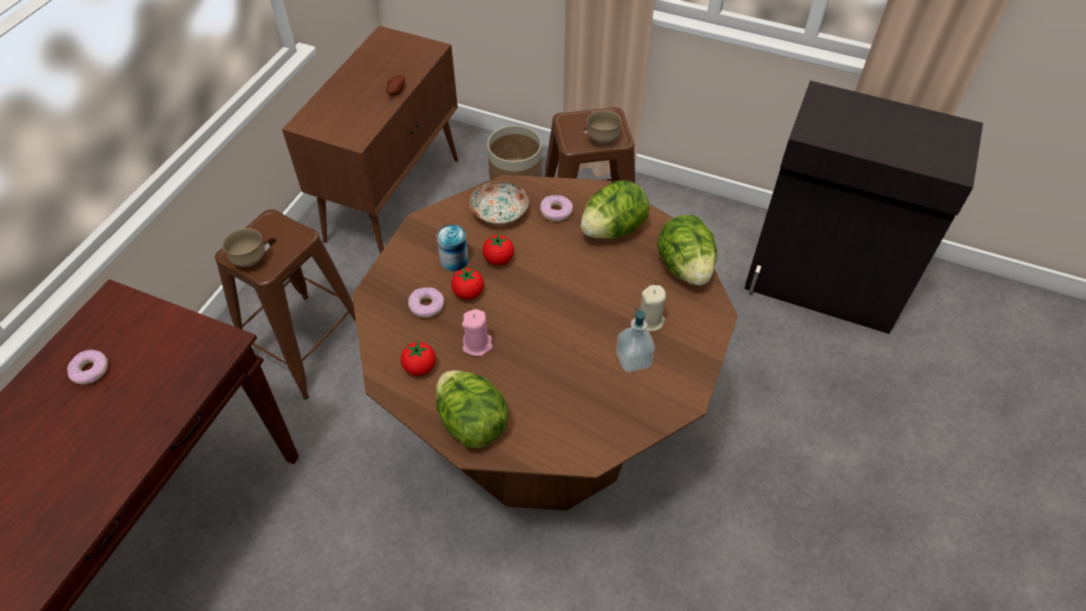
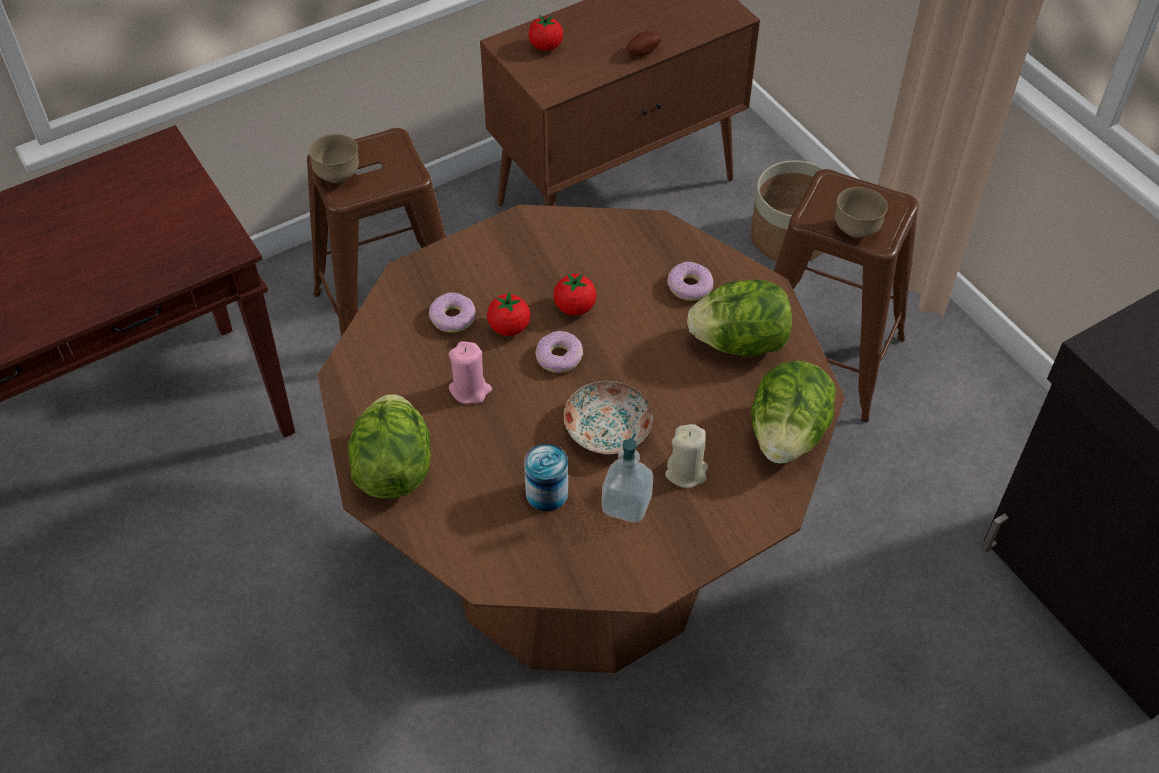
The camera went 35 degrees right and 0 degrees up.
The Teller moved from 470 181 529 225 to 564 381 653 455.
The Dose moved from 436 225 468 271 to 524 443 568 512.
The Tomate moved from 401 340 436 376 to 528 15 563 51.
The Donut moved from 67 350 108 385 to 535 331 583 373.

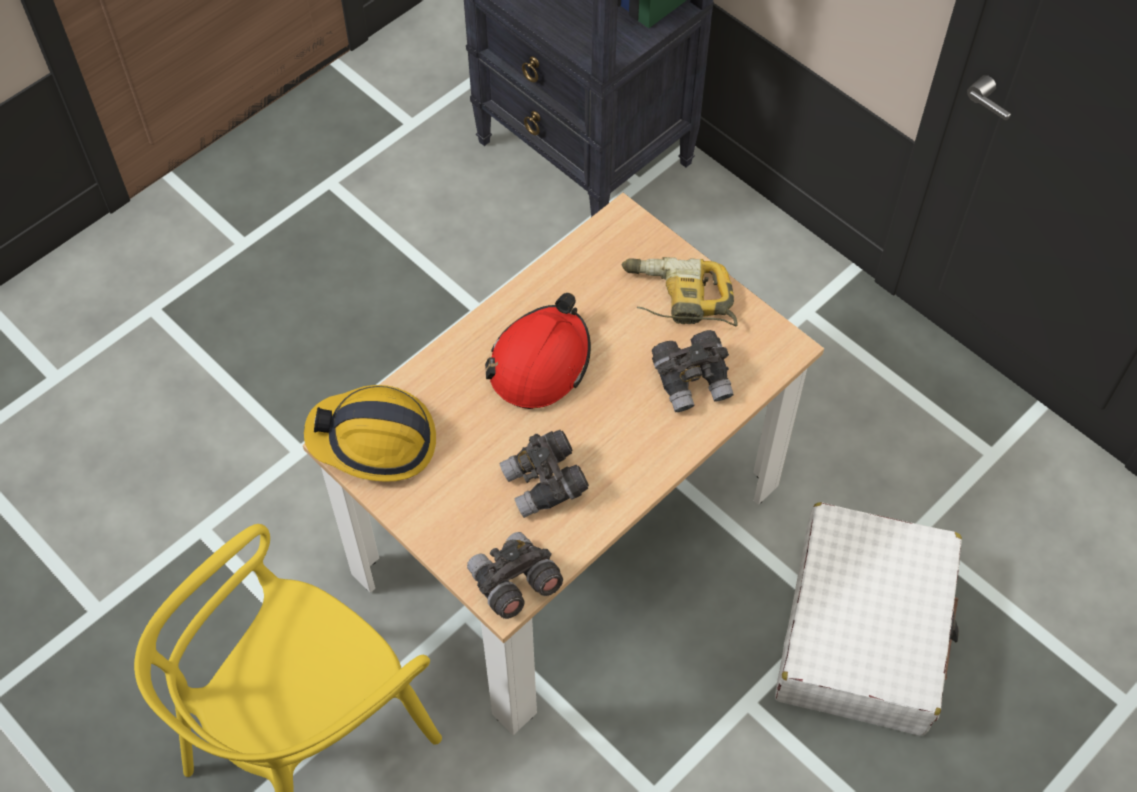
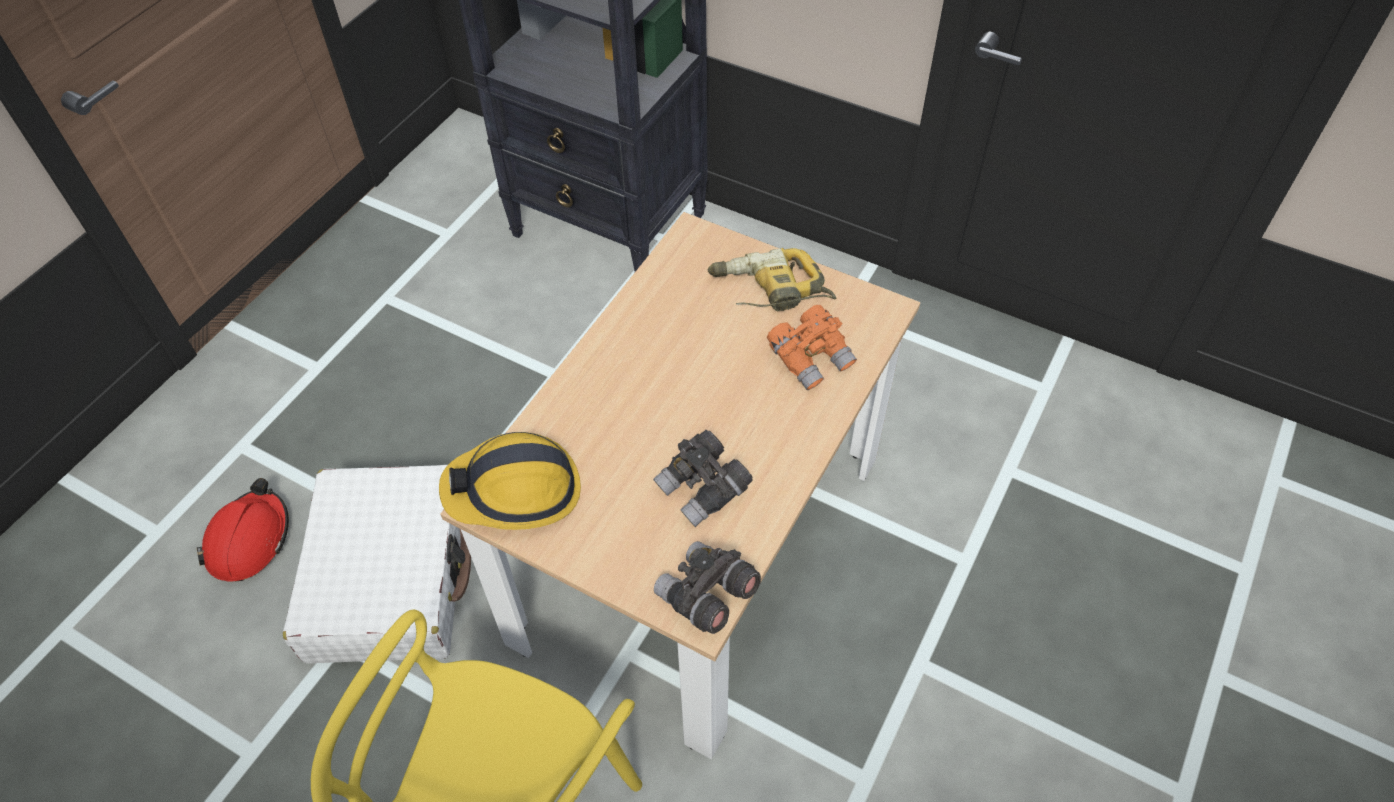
The camera went 15 degrees left and 5 degrees down.
The Schutzhelm (rot) moved from 485 293 591 409 to 197 478 289 581.
The Fernglas (grau) at 652 330 734 412 became the Fernglas (orange) at 767 305 857 390.
The Koffer (weiß) moved from 775 502 962 736 to 283 465 471 663.

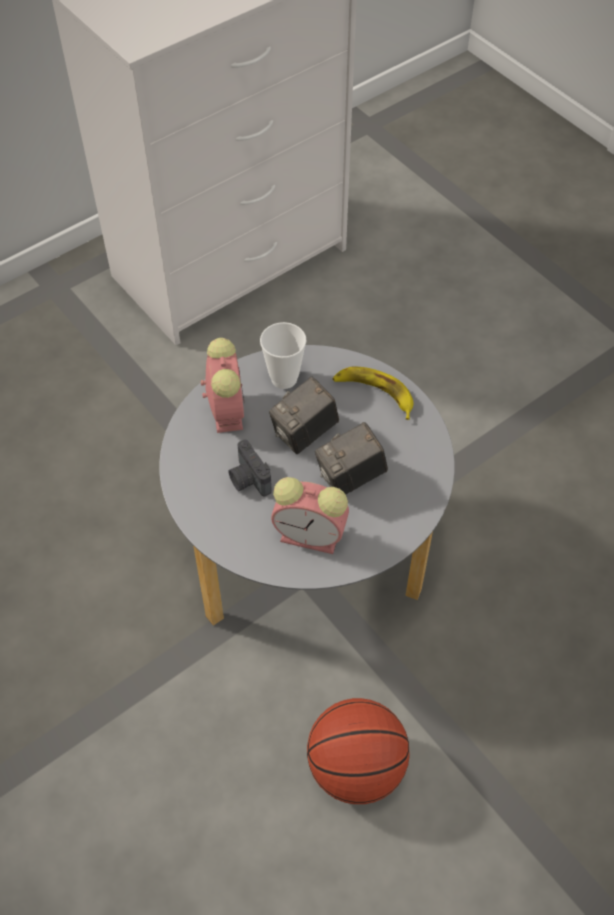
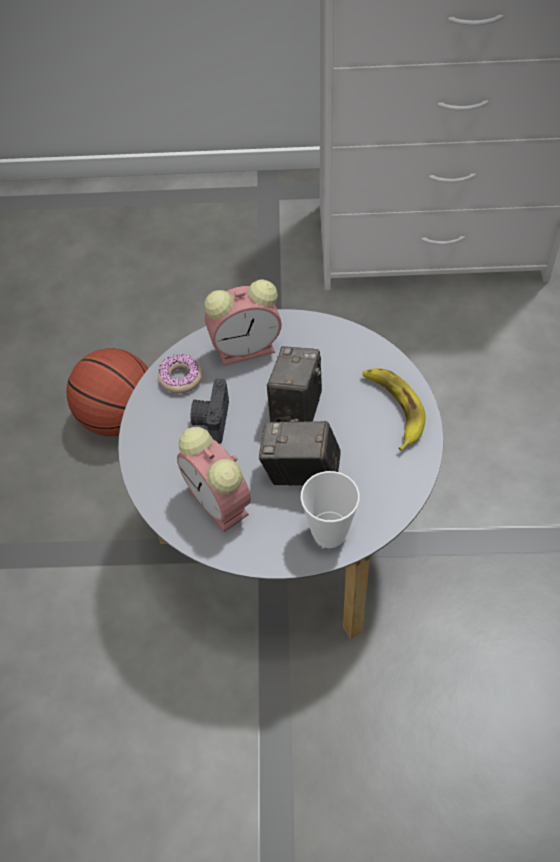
The camera went 40 degrees right and 0 degrees up.
The Tasse moved from 260 322 306 389 to 301 471 360 548.
The Wecker at 201 338 244 433 turned 45 degrees clockwise.
The Kamera at 269 377 339 454 turned 105 degrees clockwise.
The Basketball moved from 307 698 410 804 to 67 348 149 436.
The Donut at 158 355 203 394 appeared.

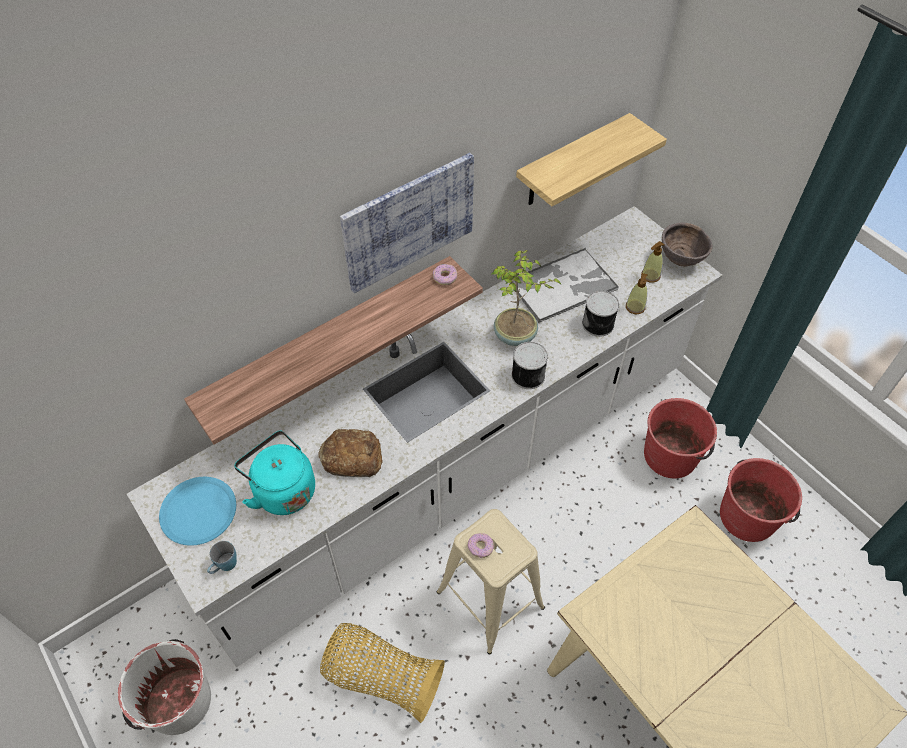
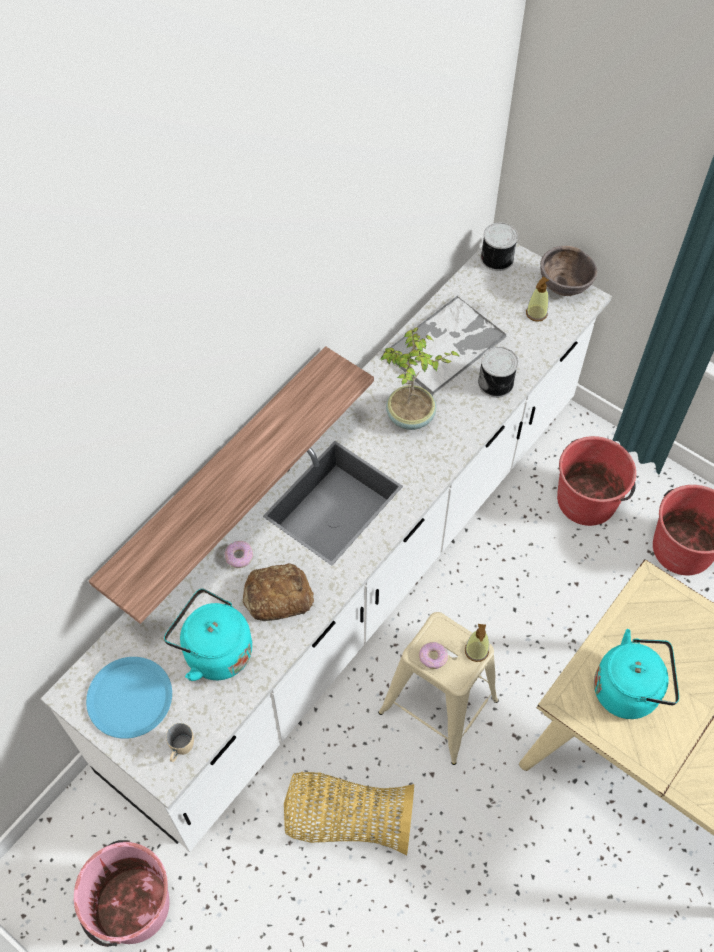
The camera went 15 degrees left and 5 degrees up.
The Wandregal at 516 113 667 206 disappeared.
The Bild at 340 153 474 293 disappeared.
The Donut moved from 433 264 457 285 to 224 541 253 568.
The Seifenspender moved from 626 273 648 314 to 465 624 489 662.
The Dose moved from 511 342 548 389 to 481 223 518 271.
The Henkelbecher (blau) at 207 541 237 574 became the Henkelbecher (beige) at 166 723 194 762.
The Eimer (weiß) at 118 639 211 735 became the Eimer (rosa) at 74 840 170 947.
The Wasserkessel (türkis) at 594 629 679 719 appeared.

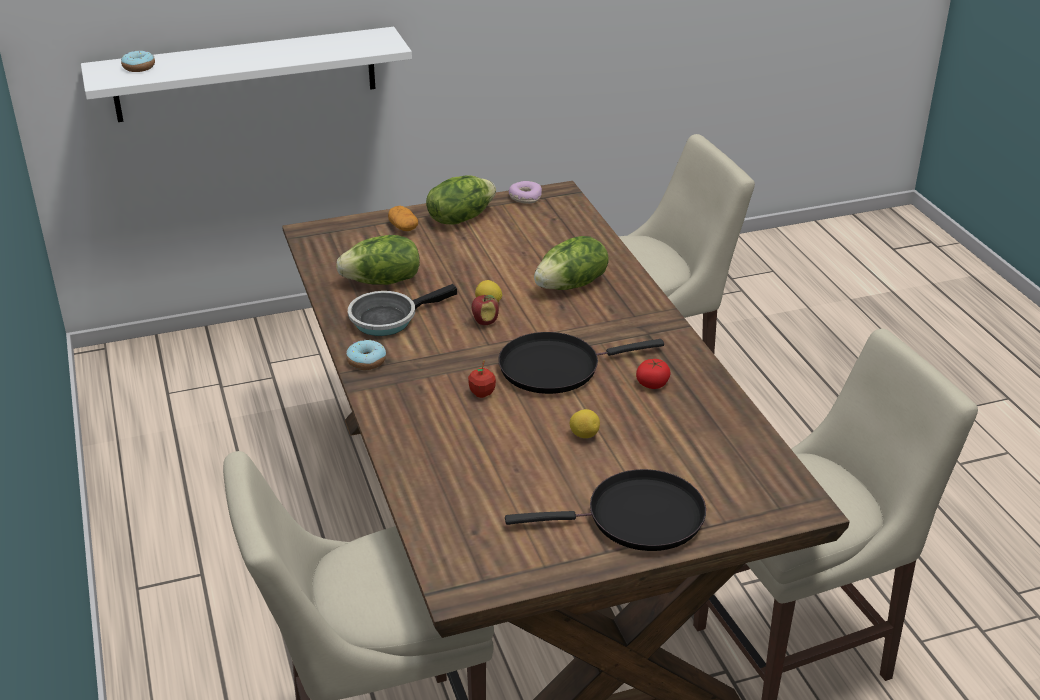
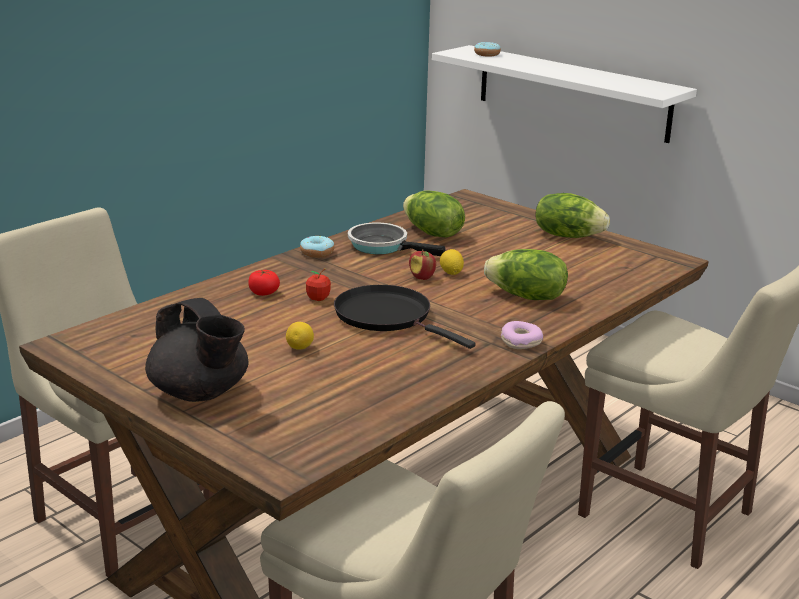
The camera went 60 degrees right and 10 degrees down.
The Donut moved from 509 181 542 204 to 501 321 543 349.
The Kartoffel at 388 206 418 231 disappeared.
The Tomate moved from 636 359 671 389 to 248 270 280 296.
The Pfanne (schwarz) at 505 469 706 551 was replaced by the Teekanne (schwarz) at 145 298 249 402.

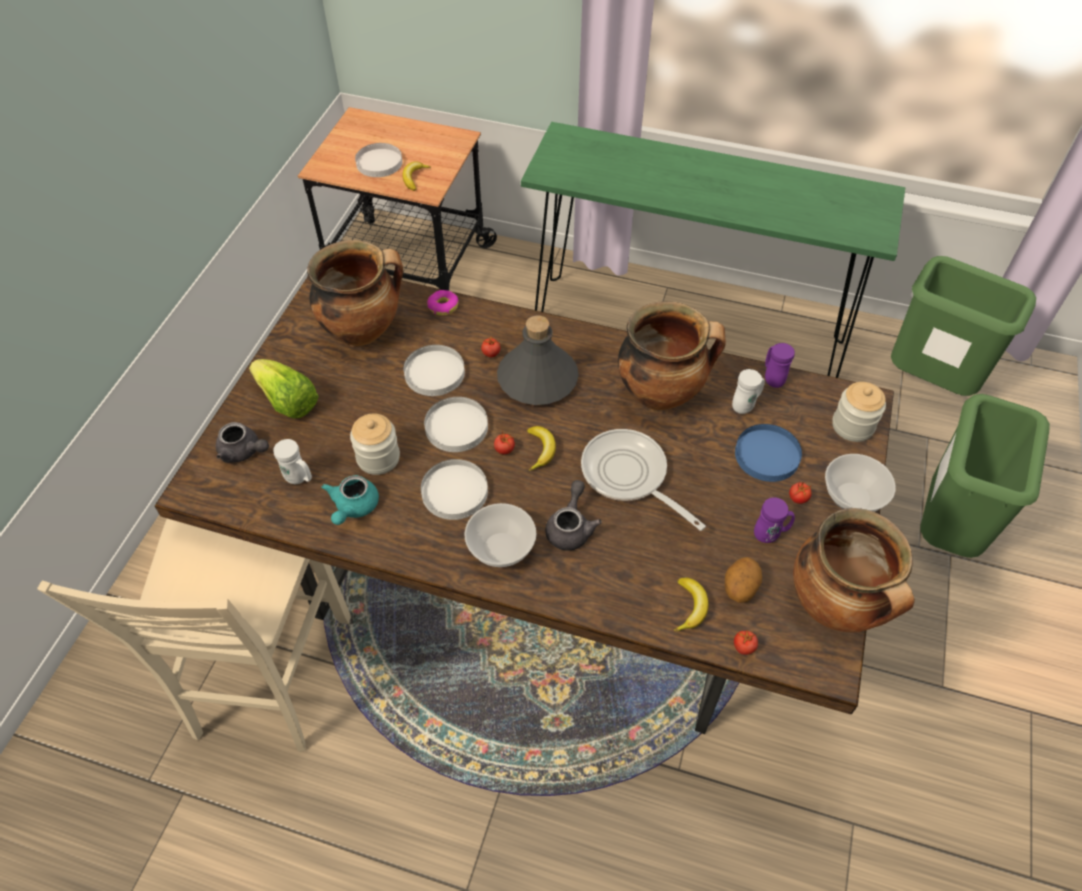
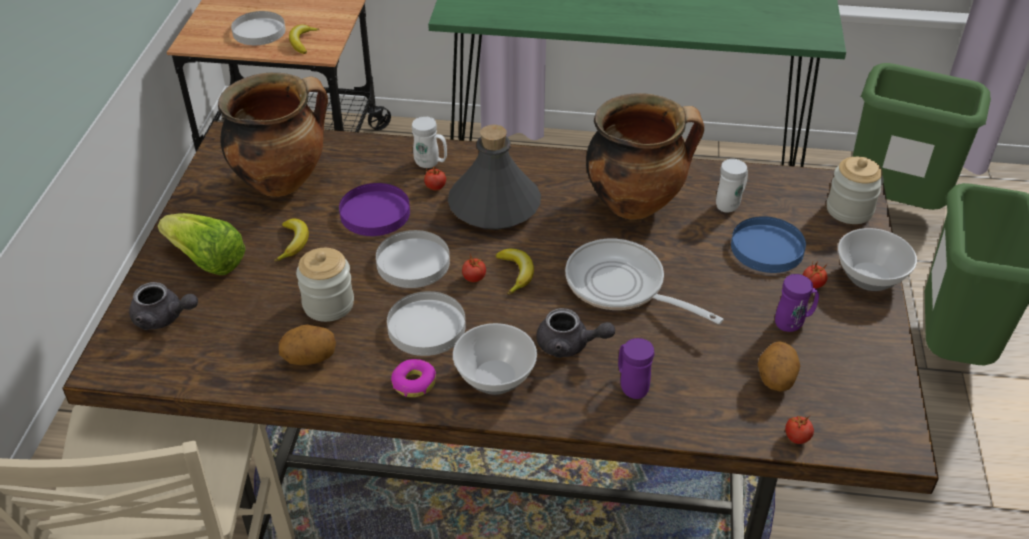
The camera went 10 degrees left and 10 degrees down.
The Donut moved from 427 290 459 316 to 391 359 436 397.
The Henkelbecher (lila) moved from 765 343 795 388 to 618 338 654 399.
The Teller (weiß) at 404 345 465 396 became the Teller (lila) at 339 183 410 236.
The Henkelbecher (weiß) moved from 273 439 312 484 to 412 116 447 168.
The Teekanne (türkis) at 322 475 379 525 was replaced by the Kartoffel at 279 325 336 365.
The Teekanne (grau) at 545 480 602 551 turned 105 degrees clockwise.
The Kochtopf at 793 508 915 633 disappeared.
The Banane moved from 674 578 709 631 to 274 219 309 262.

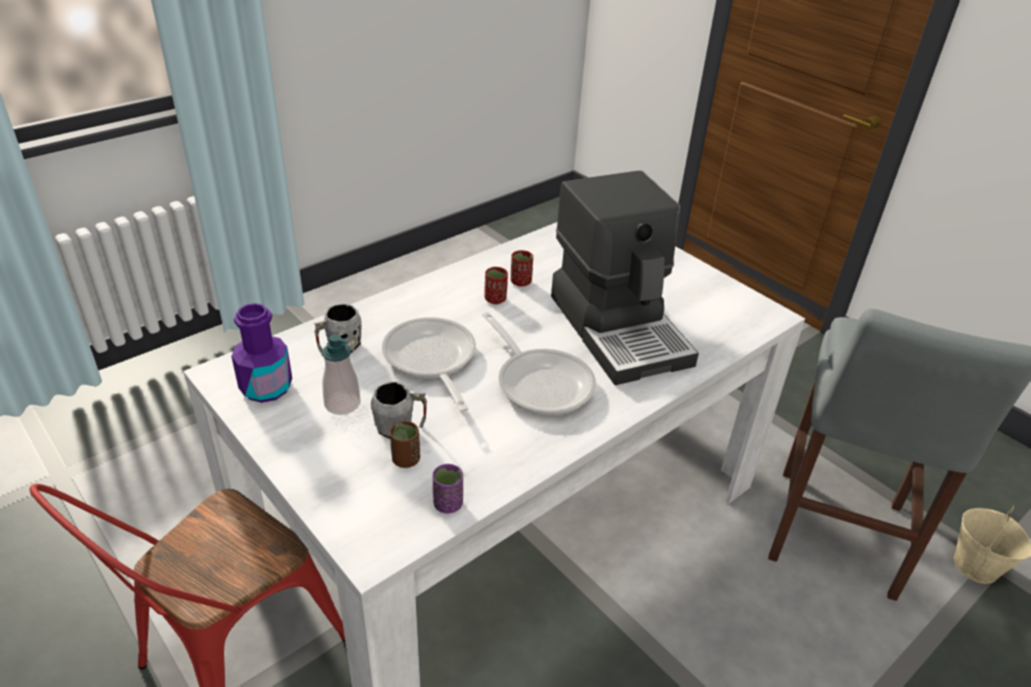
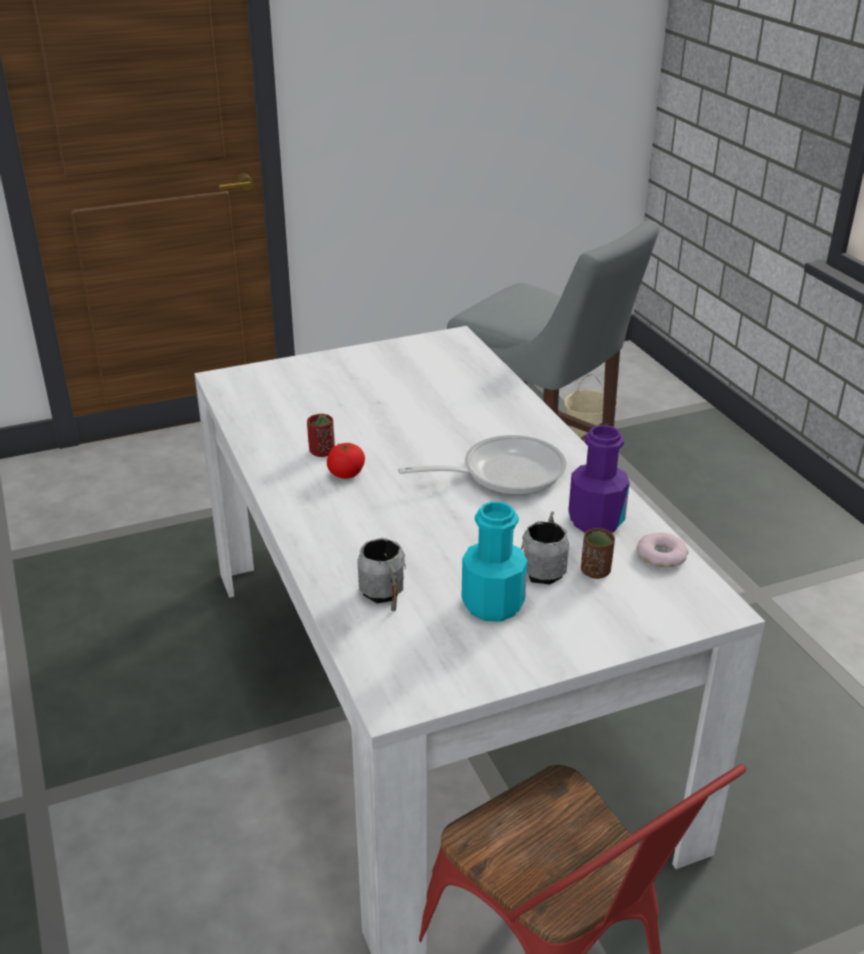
The camera went 70 degrees left and 5 degrees down.
The Kaffeemaschine at 551 170 699 385 disappeared.
The Tasse (rot) at 484 267 508 304 was replaced by the Tomate at 327 443 365 479.
The Flasche (lila) moved from 231 303 292 403 to 568 425 630 533.
The Pfanne at 382 317 476 412 disappeared.
The Seifenspender at 322 334 361 415 was replaced by the Flasche (türkis) at 462 501 528 622.
The Tasse (lila) at 432 464 463 513 was replaced by the Donut at 636 532 689 567.

